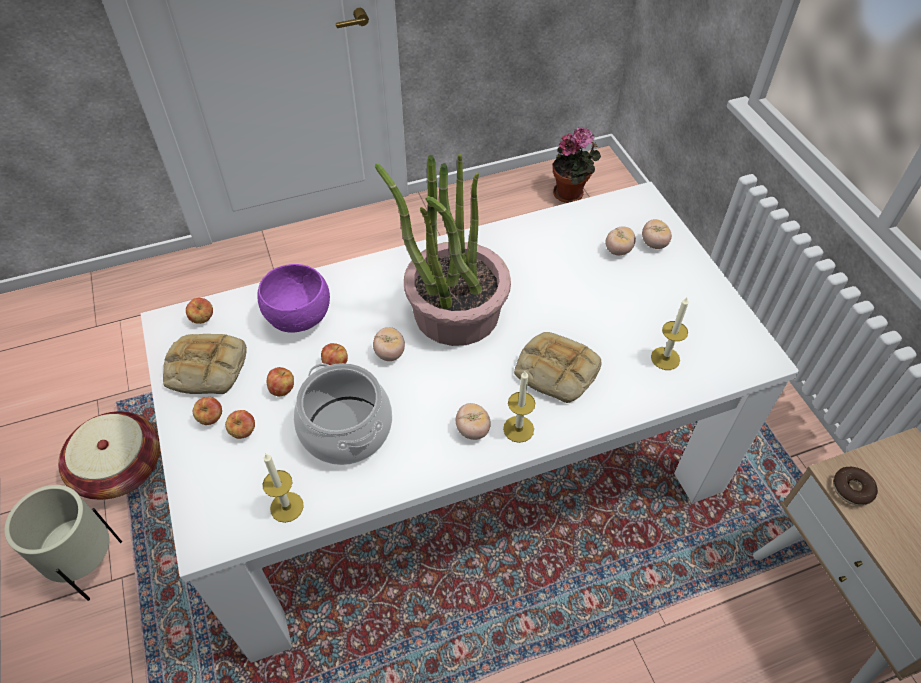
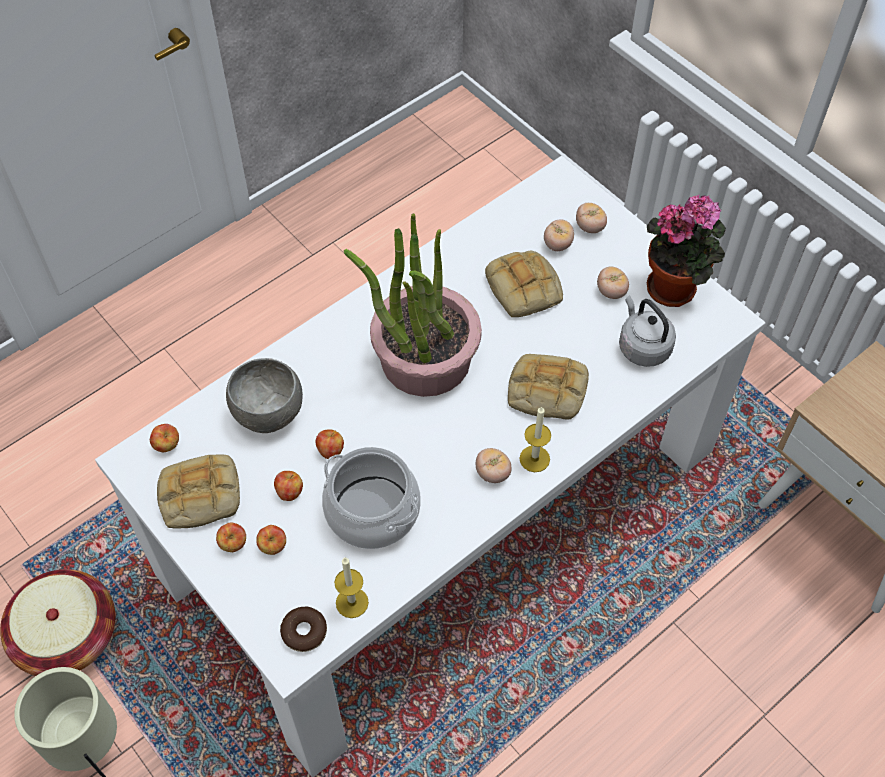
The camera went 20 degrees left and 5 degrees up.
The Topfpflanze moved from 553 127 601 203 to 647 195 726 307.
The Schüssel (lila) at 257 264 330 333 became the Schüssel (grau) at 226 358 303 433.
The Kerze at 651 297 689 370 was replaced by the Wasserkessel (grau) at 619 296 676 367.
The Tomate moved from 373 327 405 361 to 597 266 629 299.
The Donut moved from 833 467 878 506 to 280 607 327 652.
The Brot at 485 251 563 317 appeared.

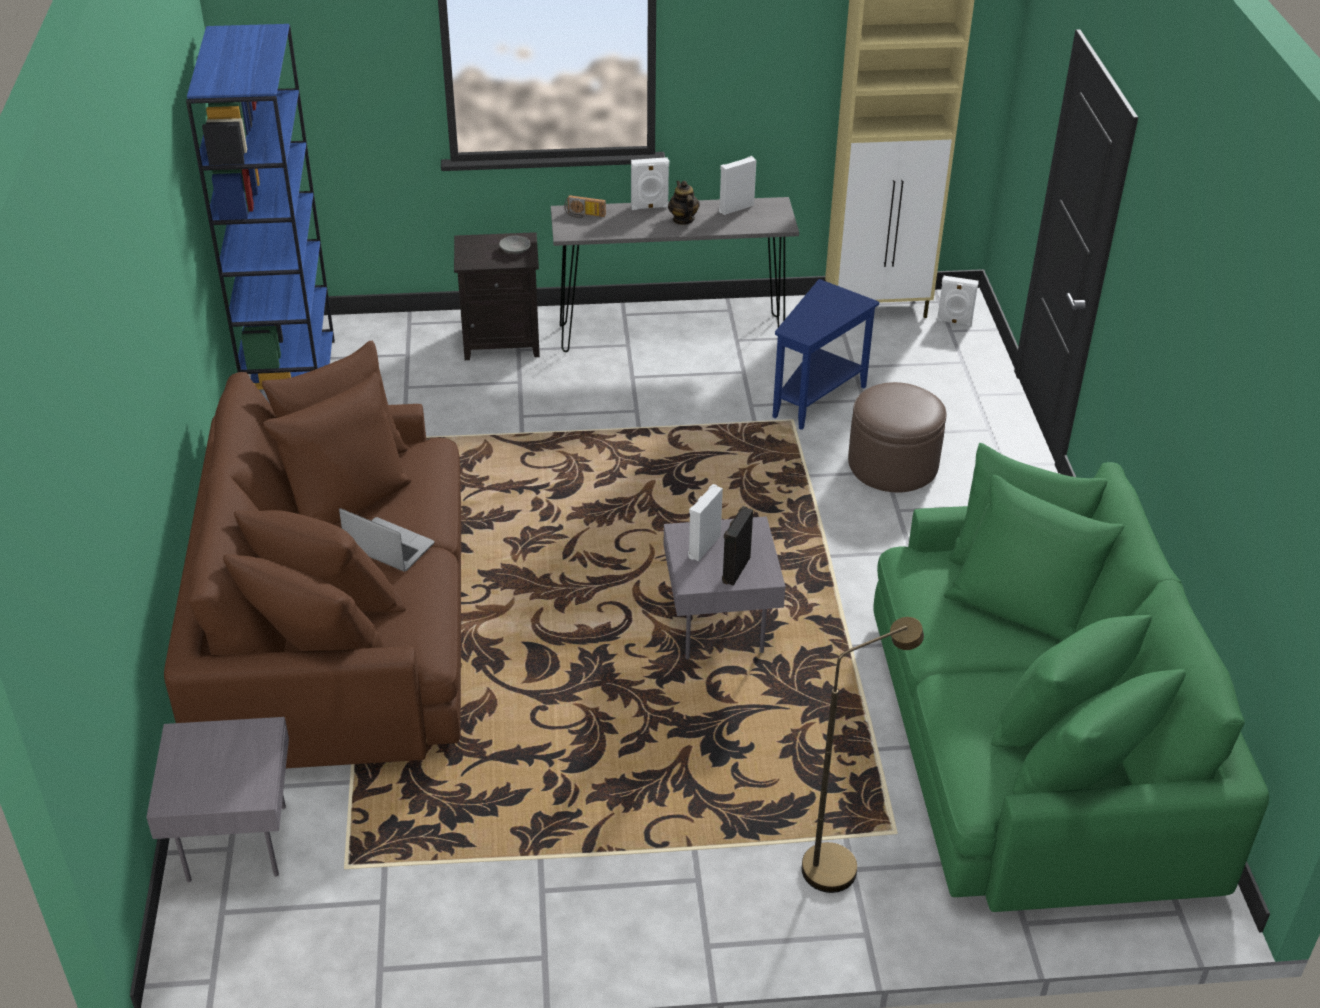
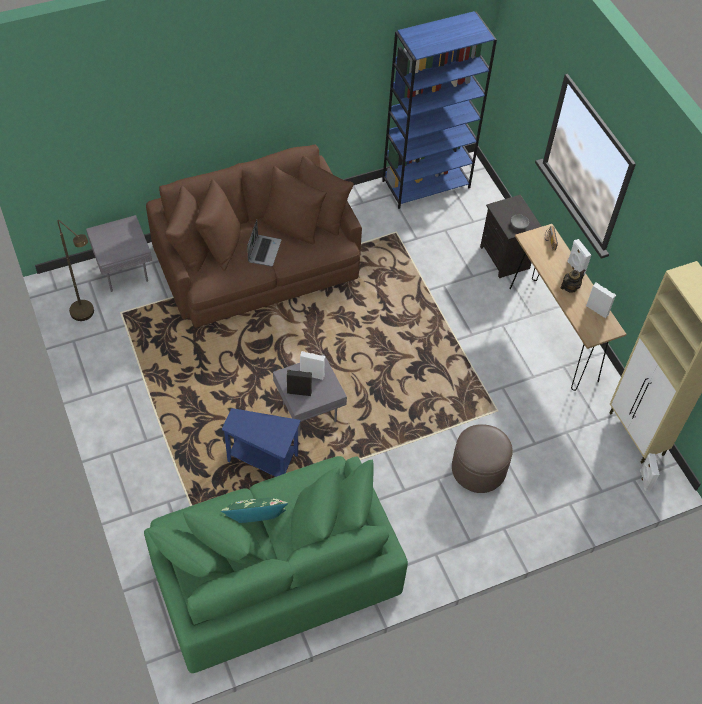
The camera went 70 degrees right and 15 degrees up.
The Konsolentisch (grau) at 551 197 799 352 became the Konsolentisch (braun) at 510 224 626 391.
The Beistelltisch (blau) moved from 773 279 879 430 to 222 408 300 477.
The Stehlampe (braun) moved from 802 617 924 893 to 57 220 94 321.
The Kissen (grün) at 221 498 288 523 appeared.

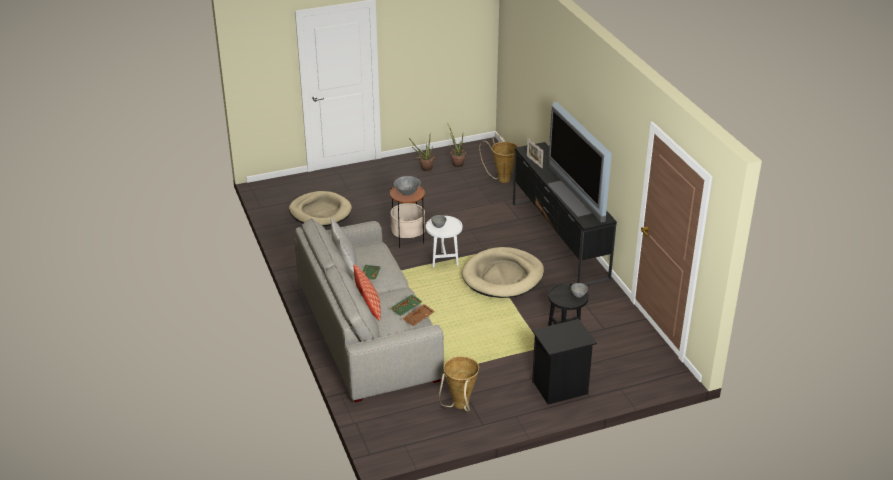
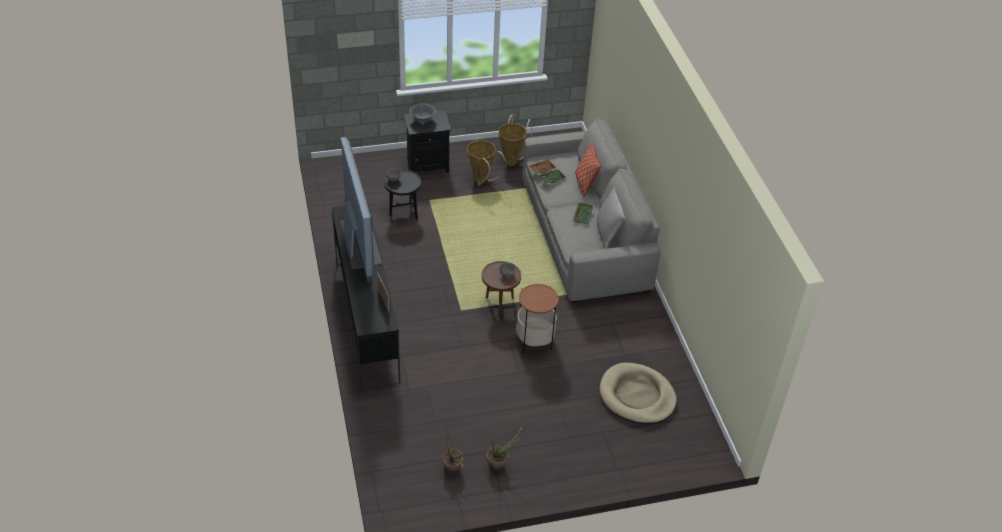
The camera went 175 degrees left and 10 degrees up.
The Korb moved from 479 135 518 183 to 467 140 507 186.
The Schüssel (grau) moved from 394 176 421 196 to 409 103 436 123.
The Beistelltisch (weiß) at 426 216 462 267 became the Beistelltisch (braun) at 482 261 521 318.
The Hundebett (beige) at 462 247 544 298 disappeared.

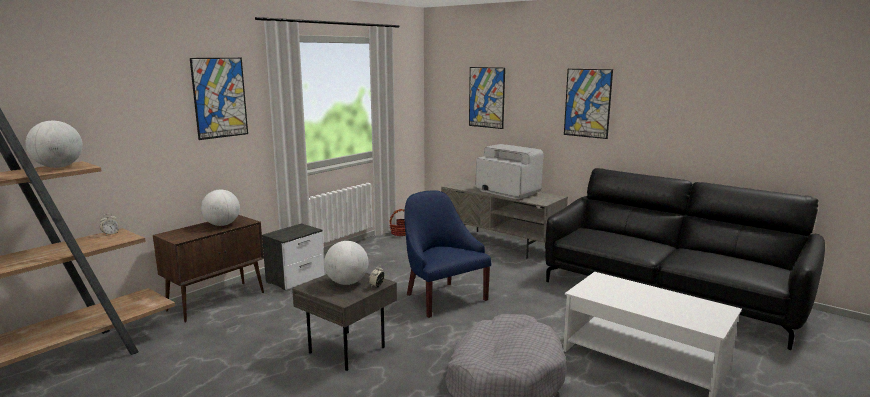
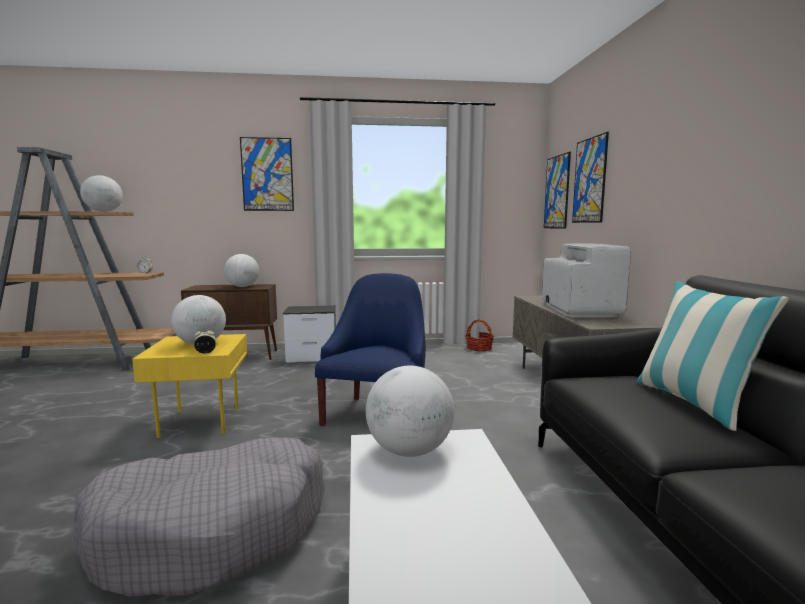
The camera went 45 degrees right and 5 degrees down.
The Bild moved from 564 69 613 139 to 544 152 571 229.
The Beistelltisch (grau) at 292 273 397 371 became the Beistelltisch (gelb) at 132 334 247 438.
The Kissen at 637 281 789 431 appeared.
The Globus at 366 366 454 457 appeared.

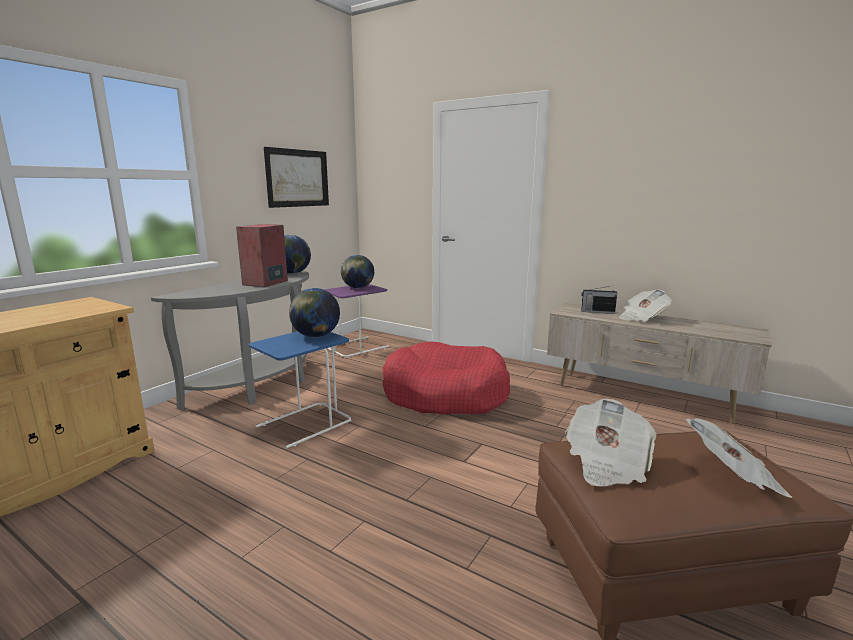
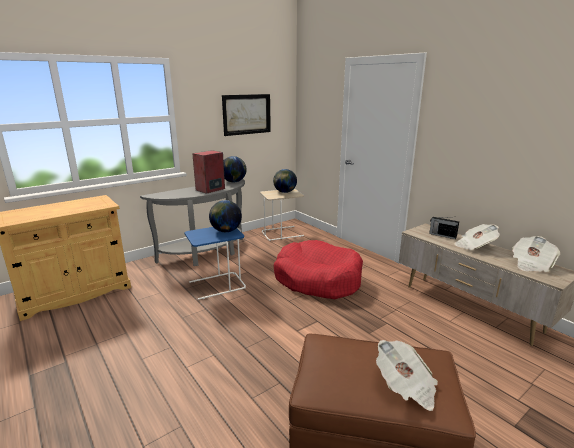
The camera went 20 degrees right and 5 degrees up.
The Beistelltisch (lila) at 323 284 389 358 became the Beistelltisch (beige) at 260 189 304 241.
The Zeitung moved from 565 399 656 487 to 512 236 560 272.

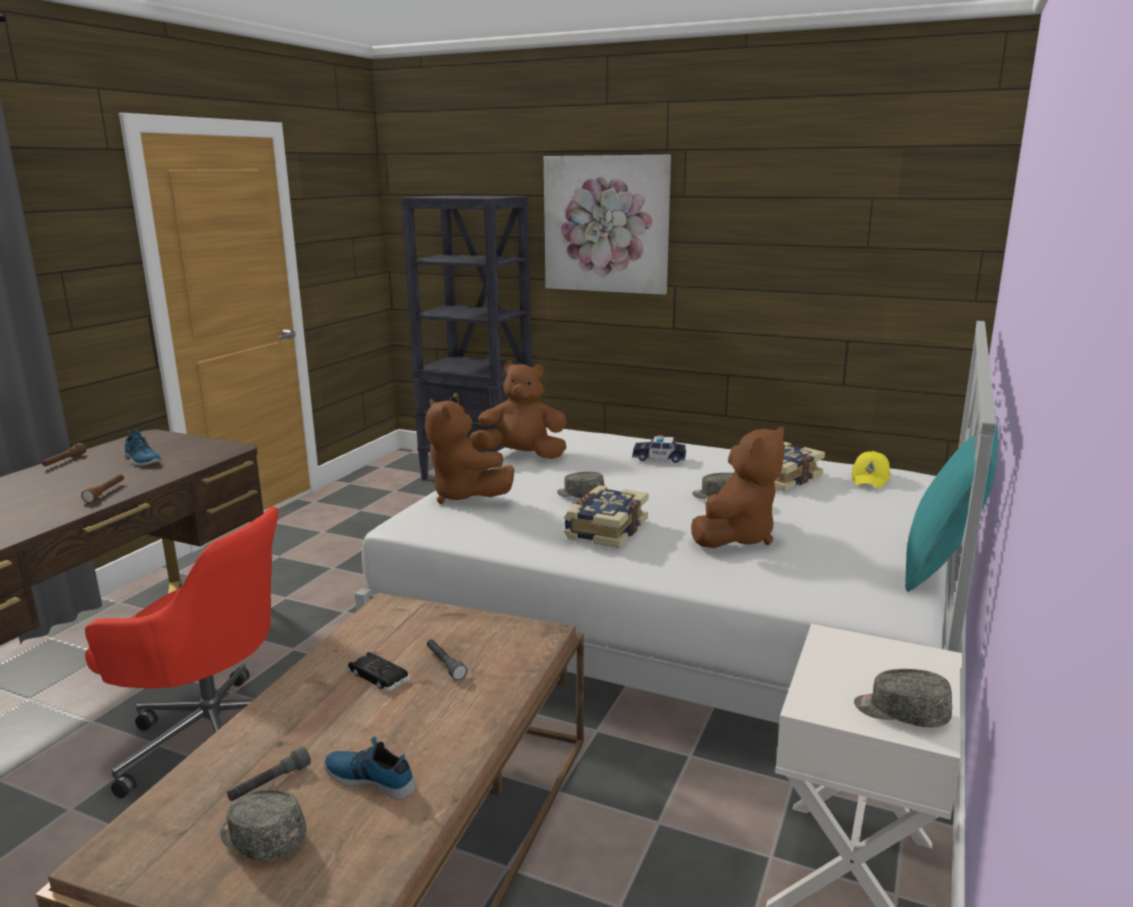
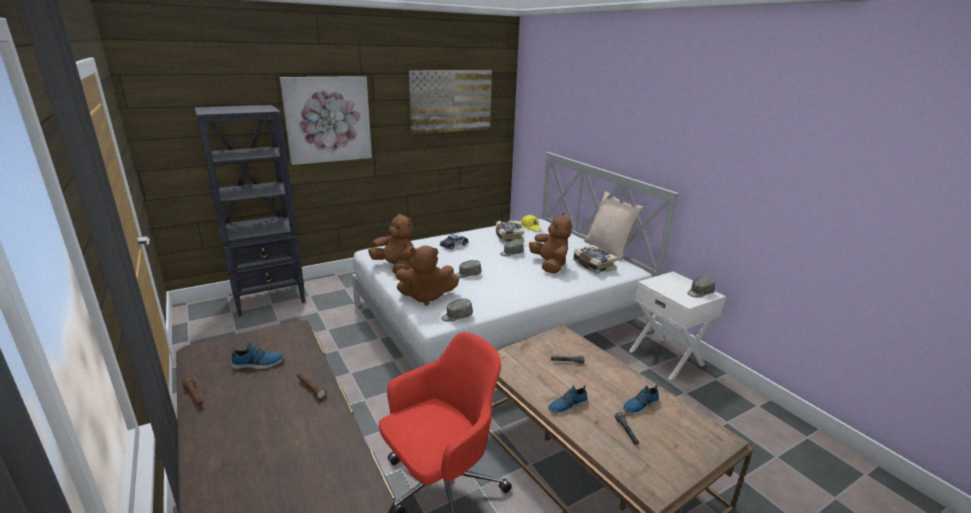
The camera went 55 degrees left and 5 degrees up.
The Plüschtier (braun) at 469 362 567 459 turned 90 degrees clockwise.
The Kissen (türkis) at 905 422 998 592 became the Kissen (beige) at 584 191 644 261.
The Buch moved from 564 485 649 548 to 573 245 618 274.
The Spielzeugauto (schwarz) at 347 652 410 692 disappeared.
The Kappe (grau) moved from 220 789 306 861 to 441 299 473 322.
The Bild at 409 70 492 134 appeared.
The Schuh at 548 385 588 414 appeared.

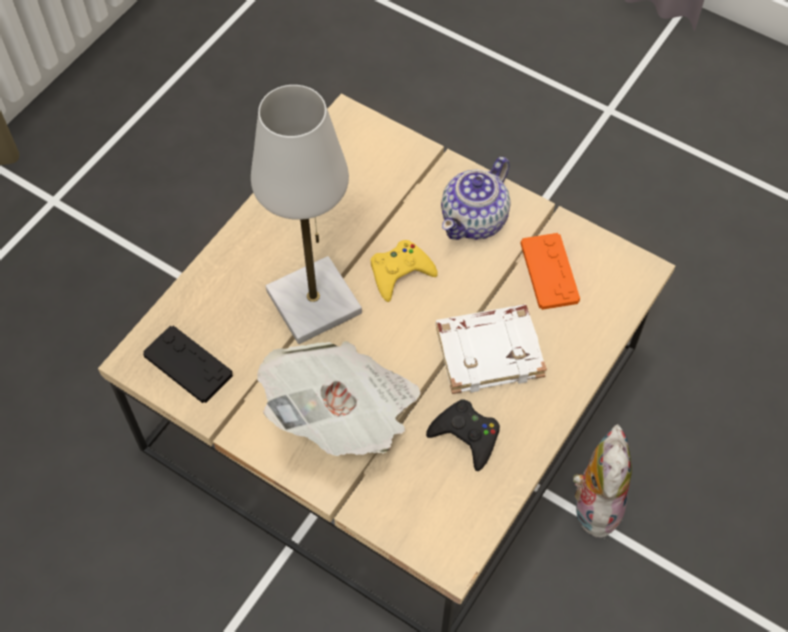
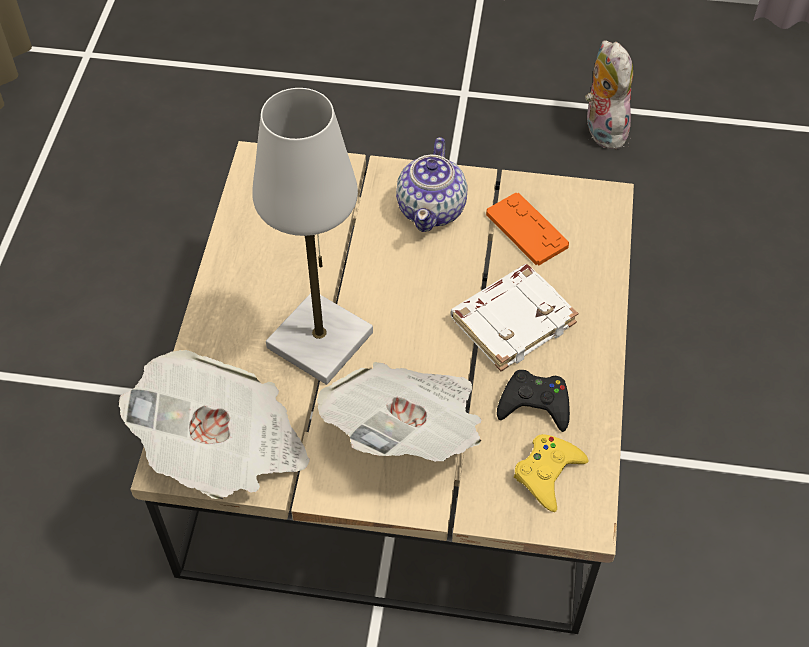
The camera went 25 degrees left and 5 degrees down.
The Gamepad (gelb) moved from 370 240 438 302 to 514 434 588 512.
The Gamepad (schwarz) at 143 325 233 403 was replaced by the Zeitung at 119 350 310 500.
The Plüschtier moved from 572 424 632 538 to 585 40 633 149.

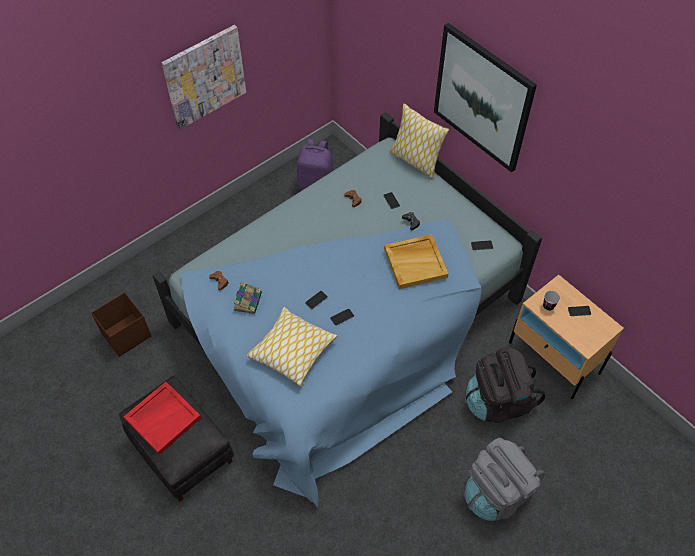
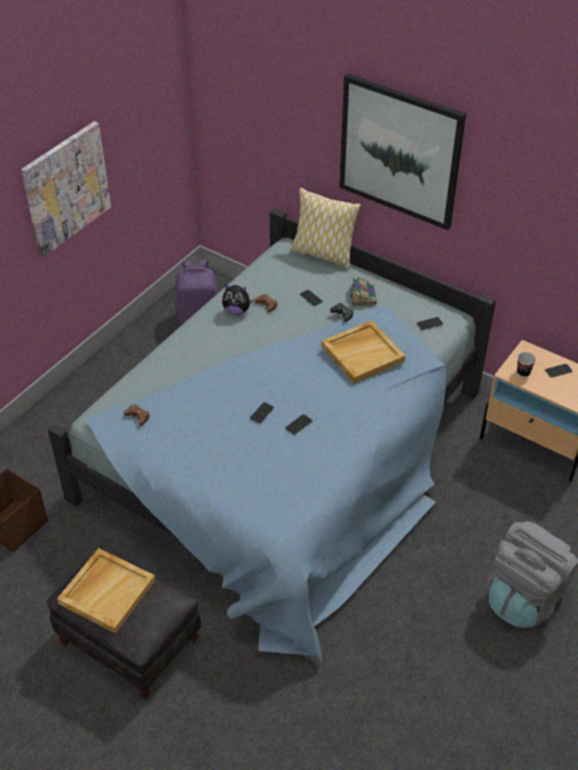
The camera went 15 degrees left and 10 degrees down.
The Buch moved from 234 282 262 314 to 349 276 377 306.
The Kissen at 247 307 337 387 disappeared.
The Rucksack (schwarz) at 465 346 545 423 disappeared.
The Tablett (rot) at 124 382 201 455 became the Tablett (beige) at 57 548 156 633.
The Plüschtier at 222 285 254 315 appeared.

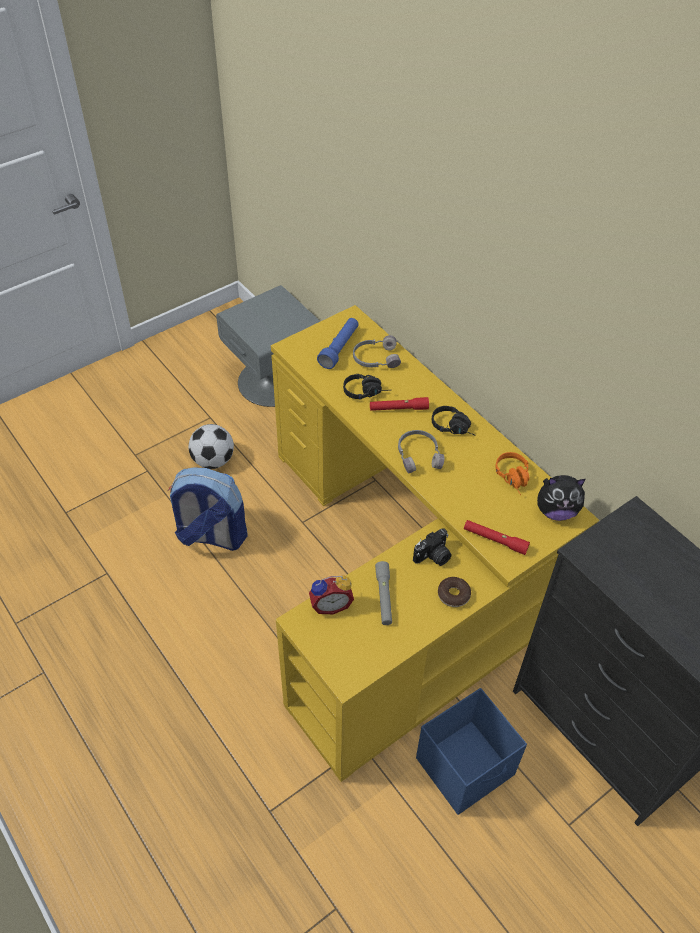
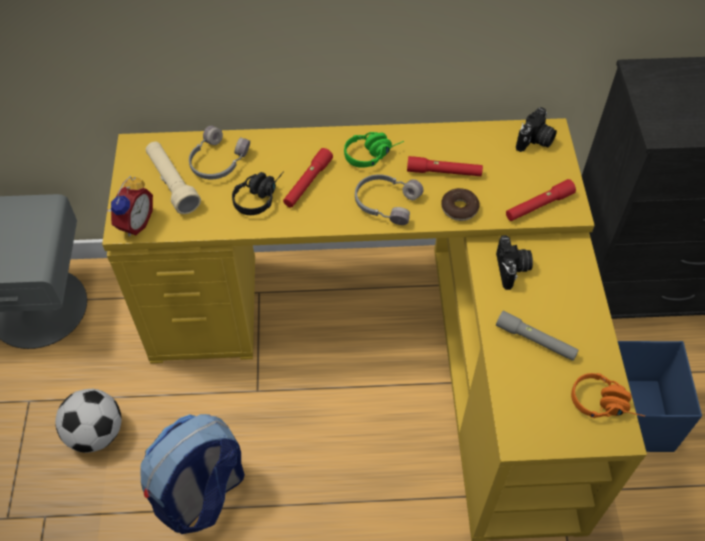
The camera went 55 degrees left and 5 degrees up.
The Taschenlampe (blau) at 317 318 359 369 became the Taschenlampe (beige) at 146 142 201 214.
The Kopfhörer (schwarz) at 432 406 476 436 became the Kopfhörer (grün) at 344 132 404 168.
The Kopfhörer (orange) moved from 495 452 529 495 to 571 373 645 418.
The Plüschtier at 537 475 586 521 was replaced by the Kamera at 516 107 557 152.
The Wecker moved from 309 575 354 614 to 107 176 153 237.
The Donut moved from 438 577 471 607 to 441 188 480 221.
The Taschenlampe (rot) at 407 156 483 176 appeared.

